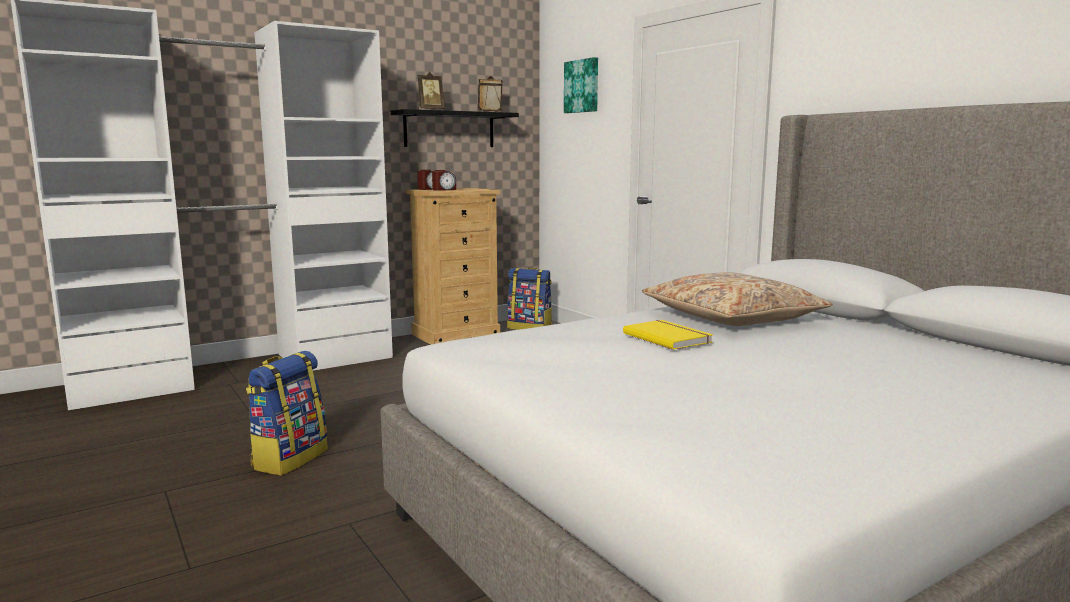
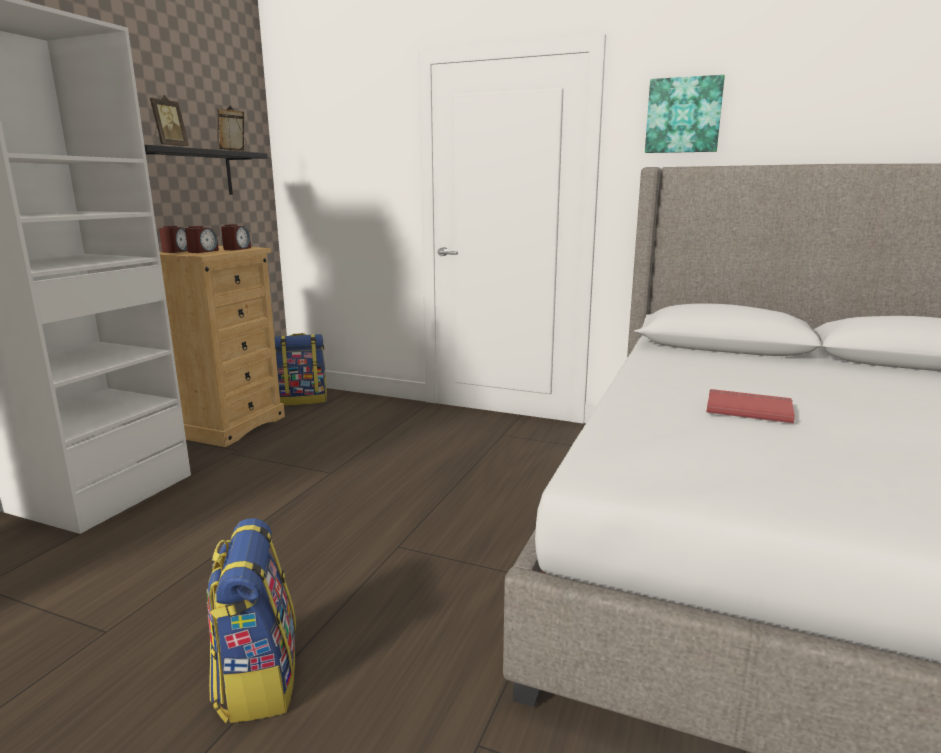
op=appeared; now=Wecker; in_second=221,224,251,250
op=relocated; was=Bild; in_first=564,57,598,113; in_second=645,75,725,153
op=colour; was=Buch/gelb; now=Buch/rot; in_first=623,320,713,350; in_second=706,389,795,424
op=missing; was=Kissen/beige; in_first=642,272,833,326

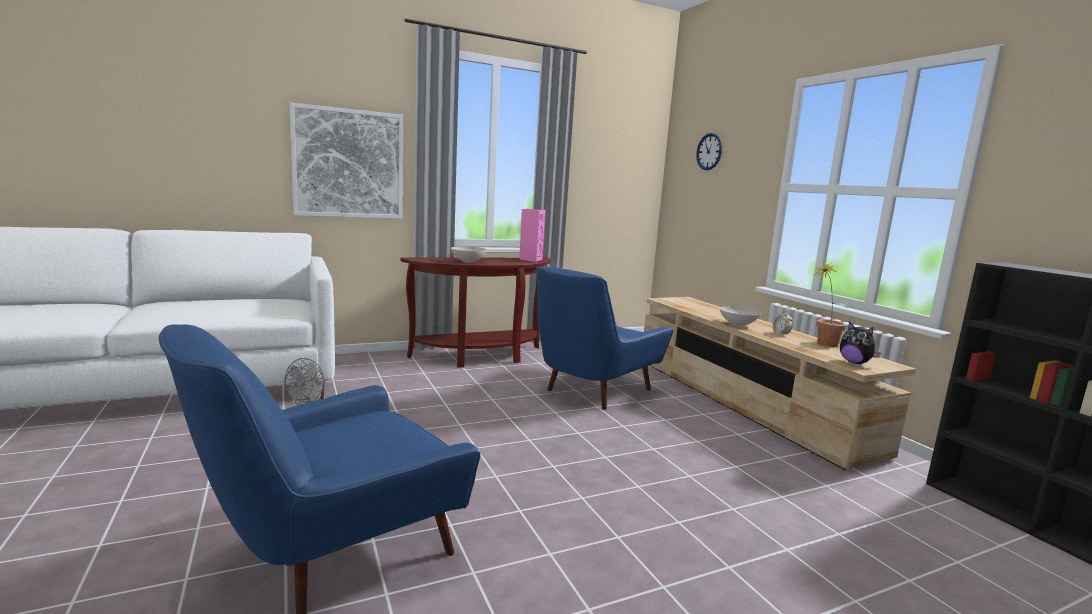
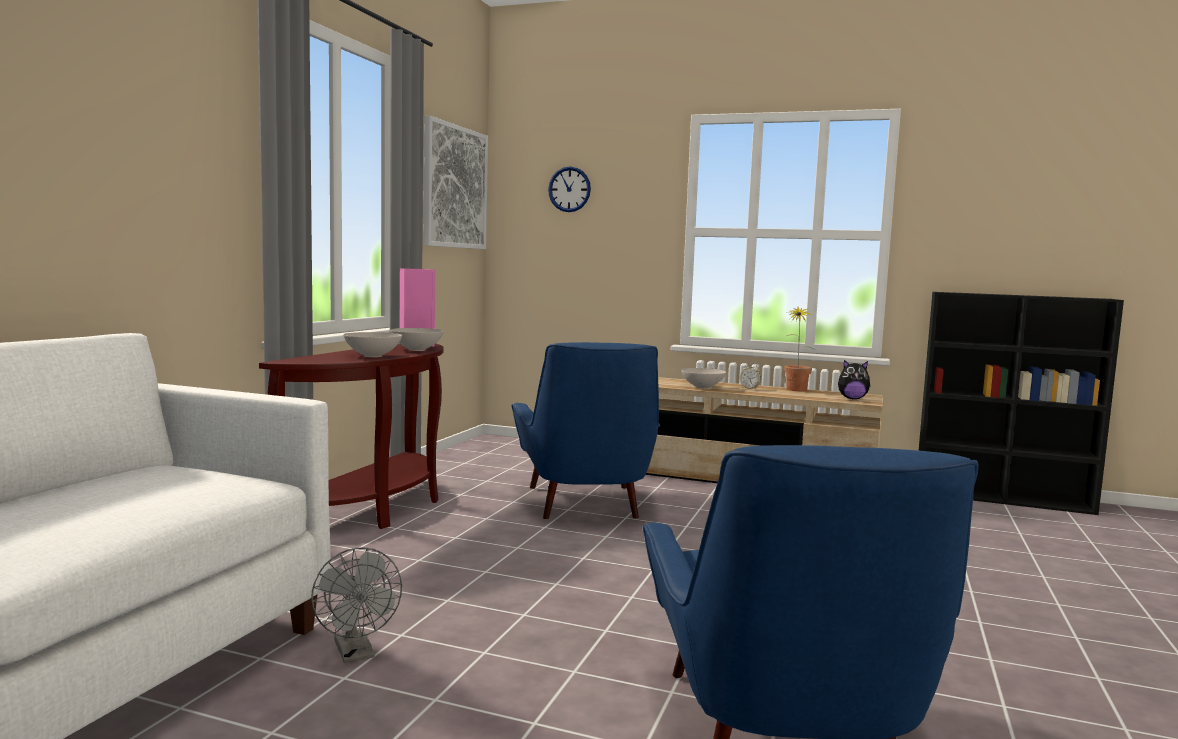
op=appeared; now=Schüssel/weiß; in_second=390,328,444,351
op=relocated; was=Bild; in_first=290,103,403,219; in_second=423,115,488,249

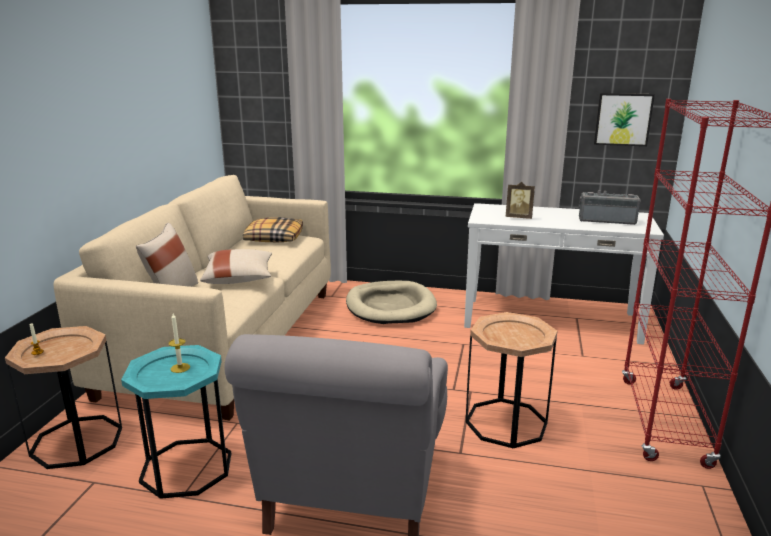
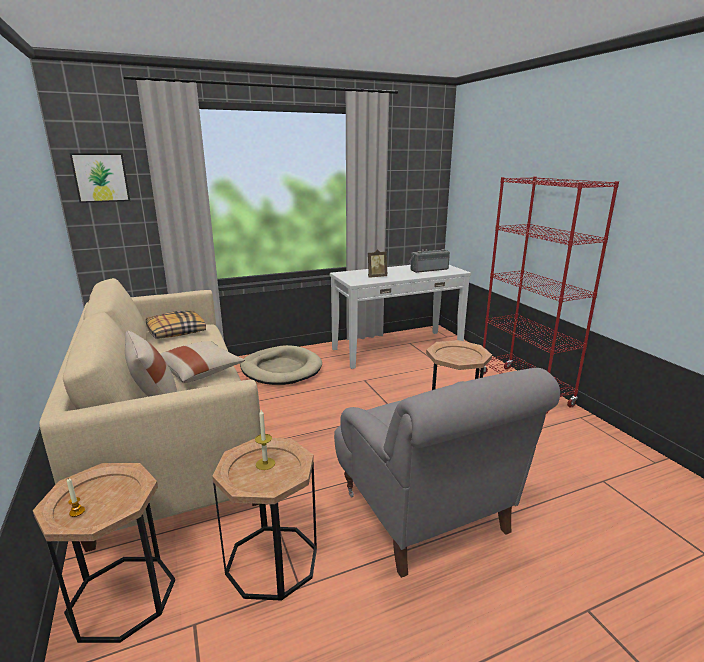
op=relocated; was=Bild; in_first=594,93,655,146; in_second=70,153,131,203
op=colour; was=Beistelltisch/türkis; now=Beistelltisch/braun; in_first=121,345,231,499; in_second=212,438,317,600

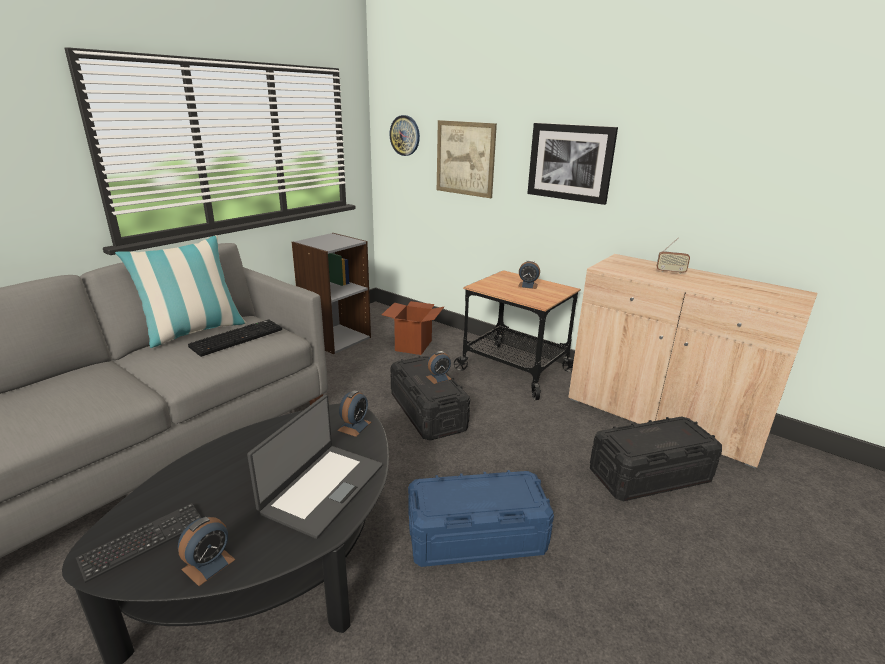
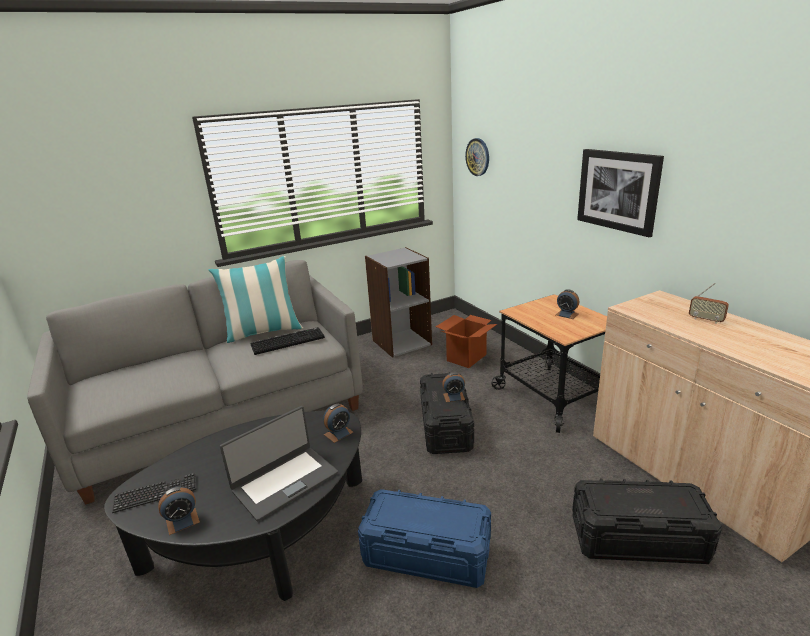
op=missing; was=Bild; in_first=437,120,497,198

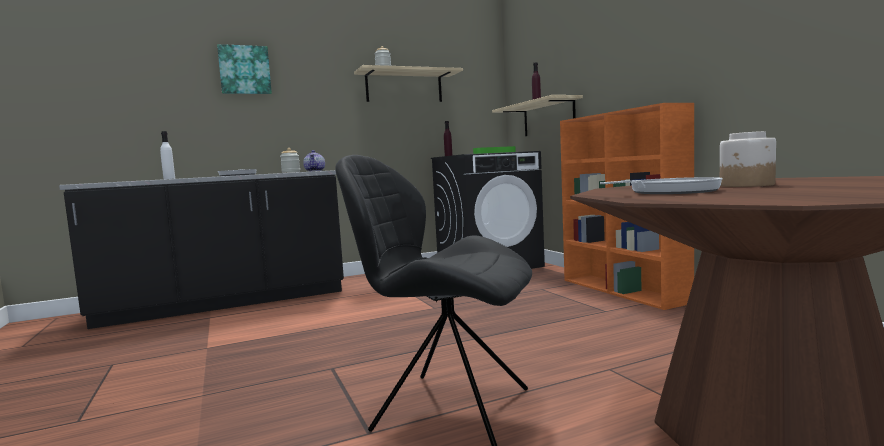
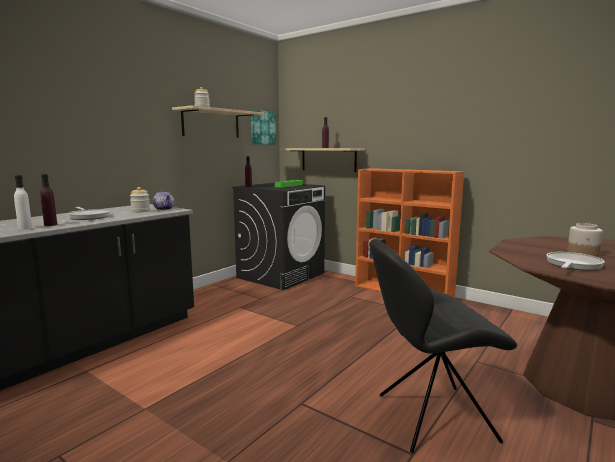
op=appeared; now=Flasche/lila; in_second=40,174,57,226
op=relocated; was=Bild; in_first=217,44,272,94; in_second=251,110,276,145

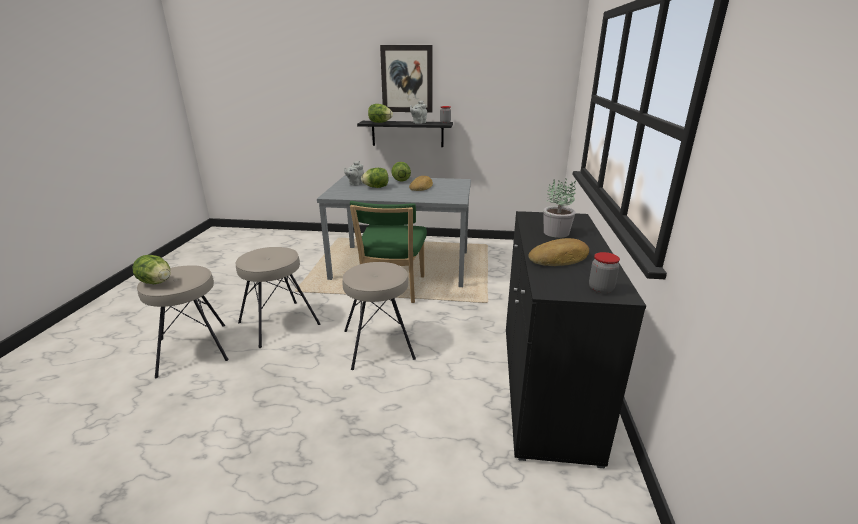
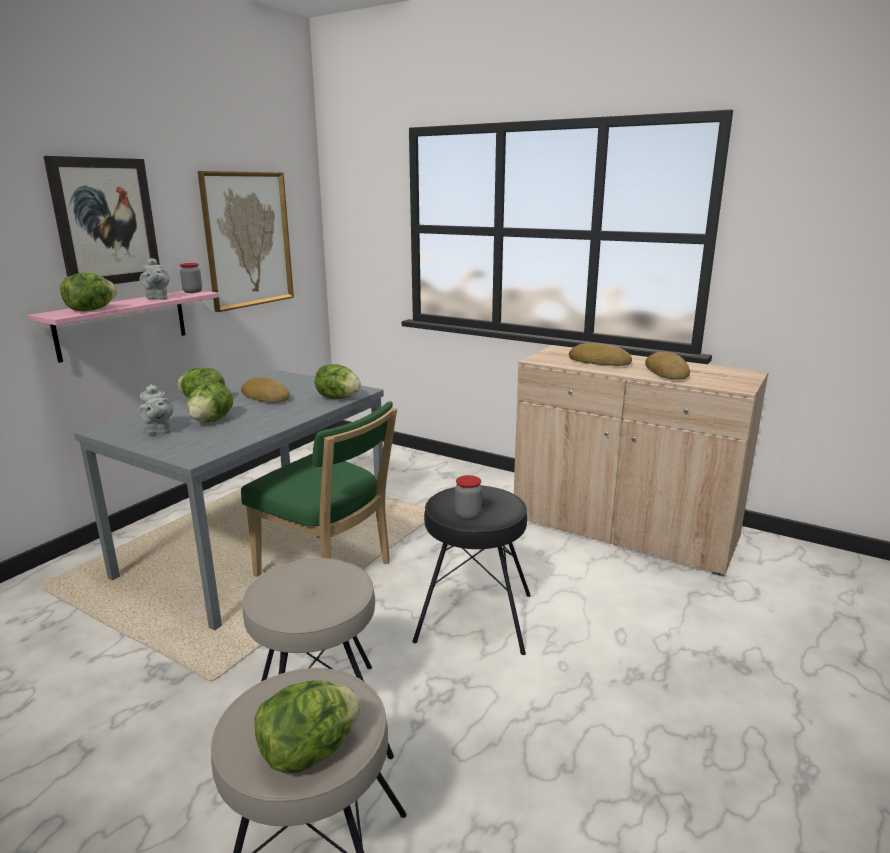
op=colour; was=Wandregal/schwarz; now=Wandregal/rosa; in_first=357,121,453,147; in_second=28,291,219,363
op=appeared; now=Bild; in_second=198,171,294,312
op=appeared; now=Salatkopf; in_second=315,364,361,399
op=colour; was=Hocker/beige; now=Hocker/schwarz; in_first=343,262,416,370; in_second=412,485,531,655
op=relocated; was=Vorratsglas; in_first=589,252,620,294; in_second=455,475,482,520
op=colour; was=Schrank/schwarz; now=Schrank/beige; in_first=506,211,646,469; in_second=514,345,769,577
op=exchanged; was=Topfpflanze; now=Brot; in_first=543,178,576,238; in_second=569,343,632,366

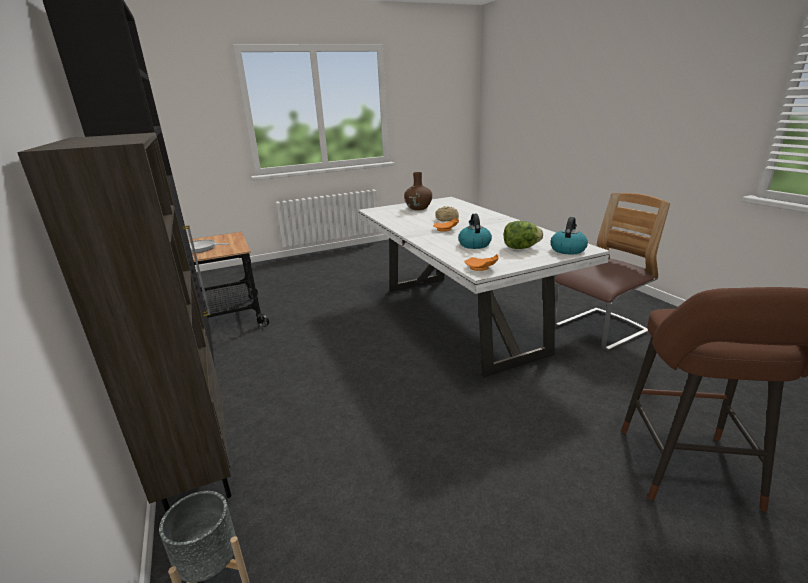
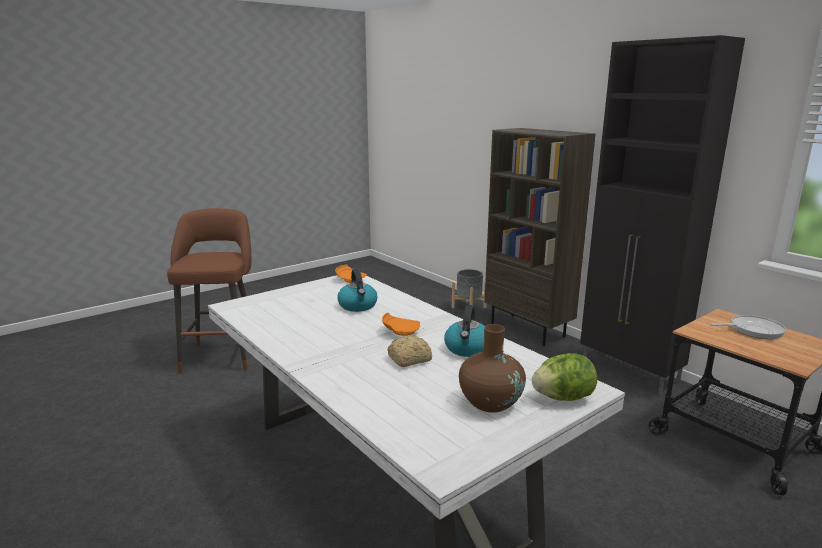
op=relocated; was=Wasserkessel; in_first=550,217,588,254; in_second=444,305,485,357
op=relocated; was=Salatkopf; in_first=504,221,543,249; in_second=532,353,597,401
op=missing; was=Stuhl; in_first=555,193,670,350

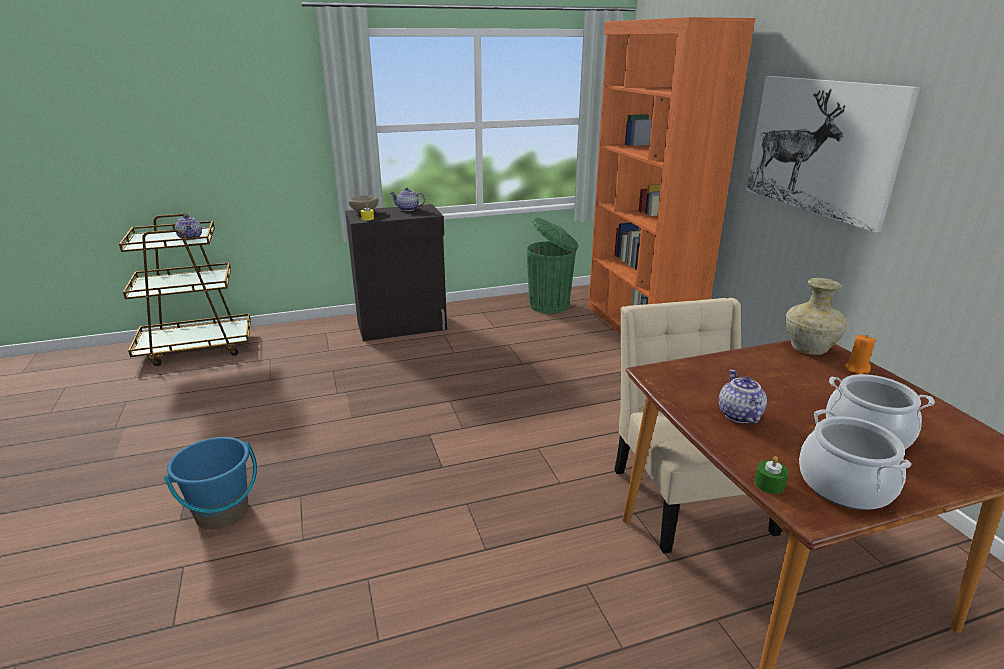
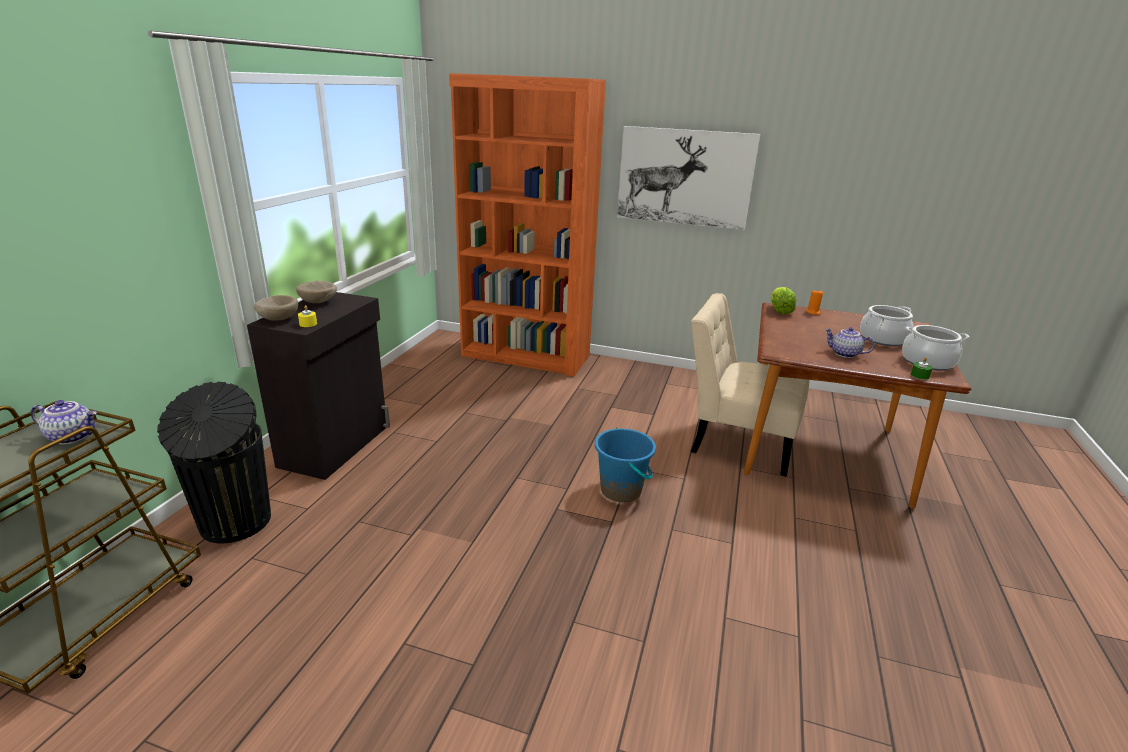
op=appeared; now=Mülleimer/schwarz; in_second=157,382,271,544
op=exchanged; was=Teekanne; now=Schüssel/beige; in_first=391,188,425,211; in_second=296,280,337,303
op=relocated; was=Eimer/blau; in_first=164,437,257,529; in_second=595,428,656,502
op=exchanged; was=Vase/beige; now=Salatkopf; in_first=785,278,847,355; in_second=771,287,796,314
op=missing; was=Mülleimer/grün; in_first=527,218,579,314

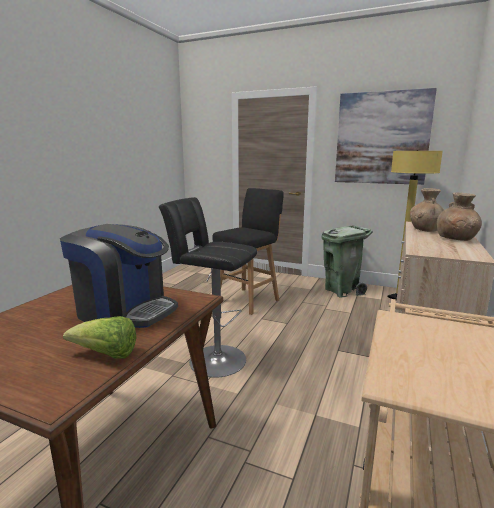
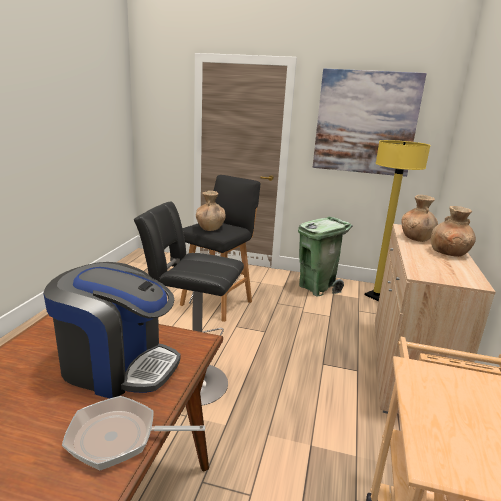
op=exchanged; was=Salatkopf; now=Pfanne; in_first=63,316,137,359; in_second=62,396,205,470
op=appeared; now=Vase/braun; in_second=196,191,226,231

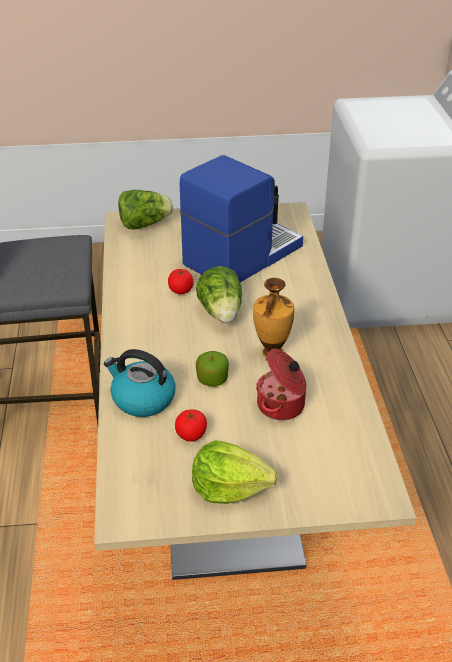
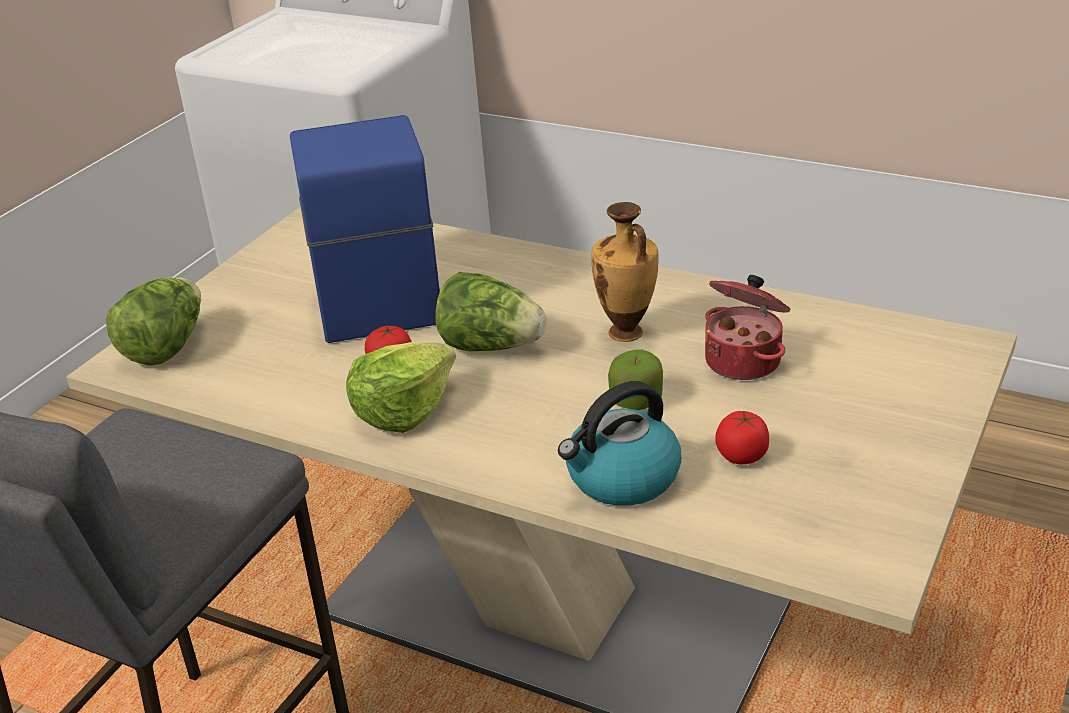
op=relocated; was=Salatkopf; in_first=192,440,278,504; in_second=346,341,456,433

